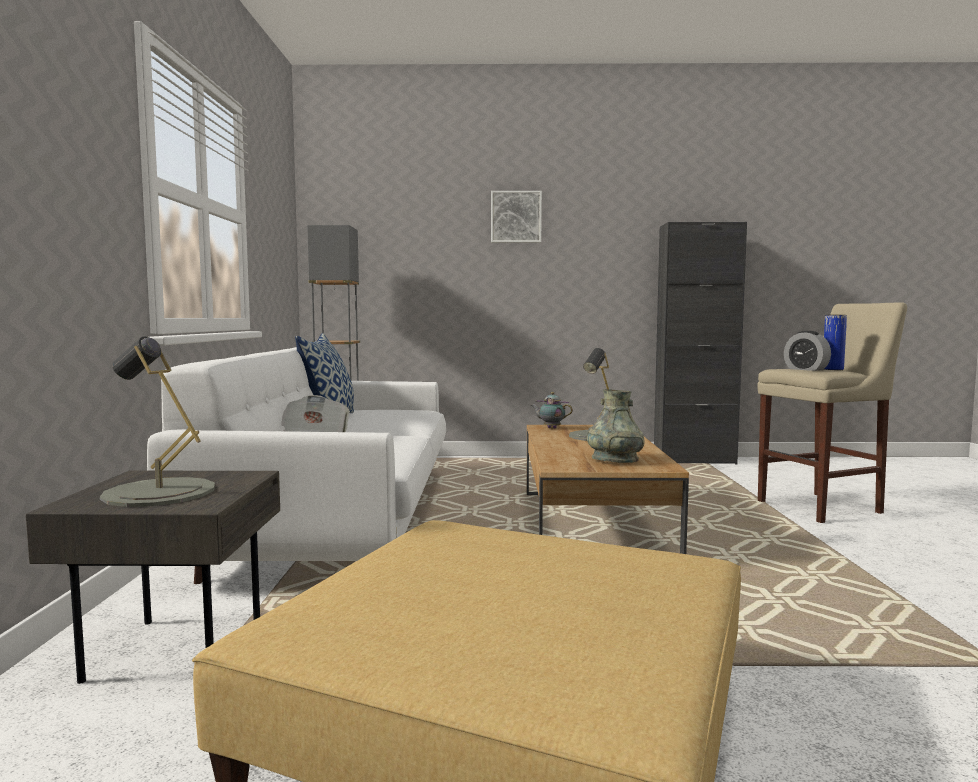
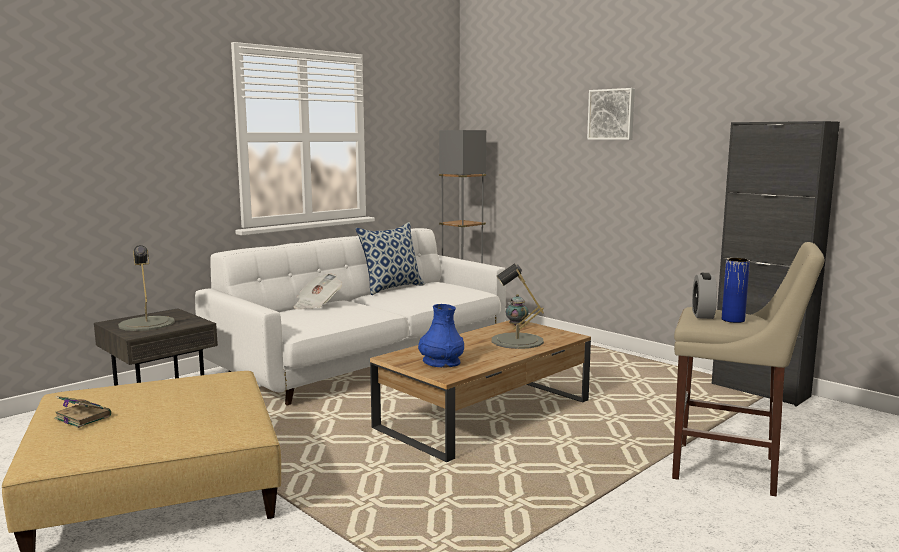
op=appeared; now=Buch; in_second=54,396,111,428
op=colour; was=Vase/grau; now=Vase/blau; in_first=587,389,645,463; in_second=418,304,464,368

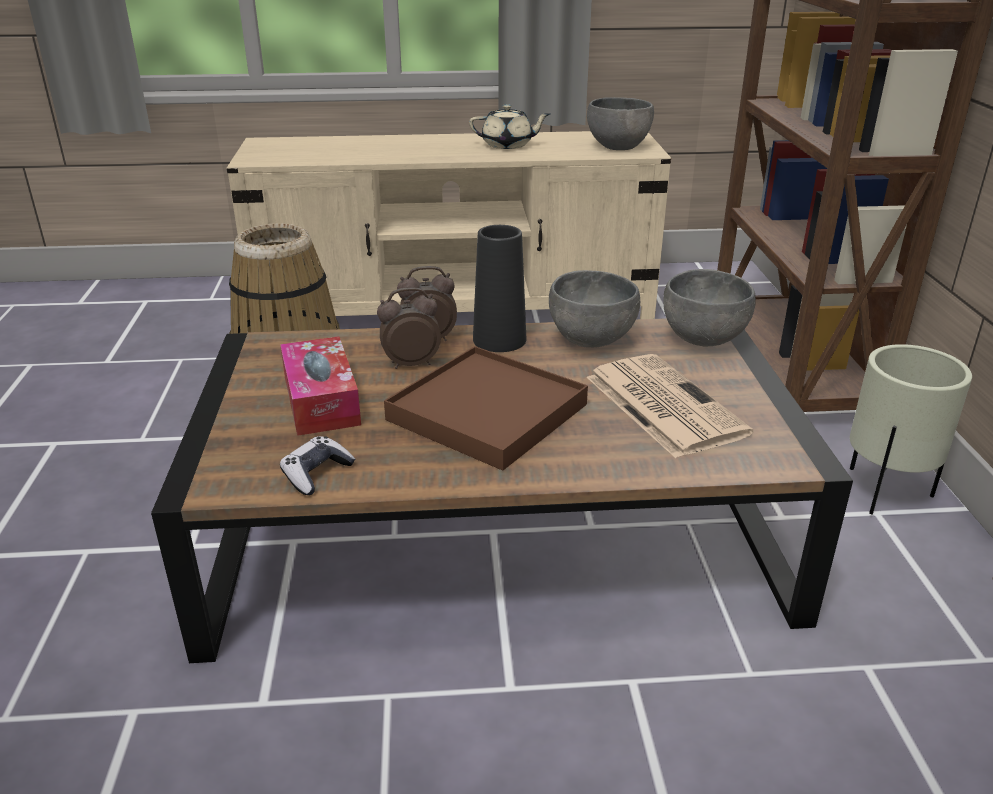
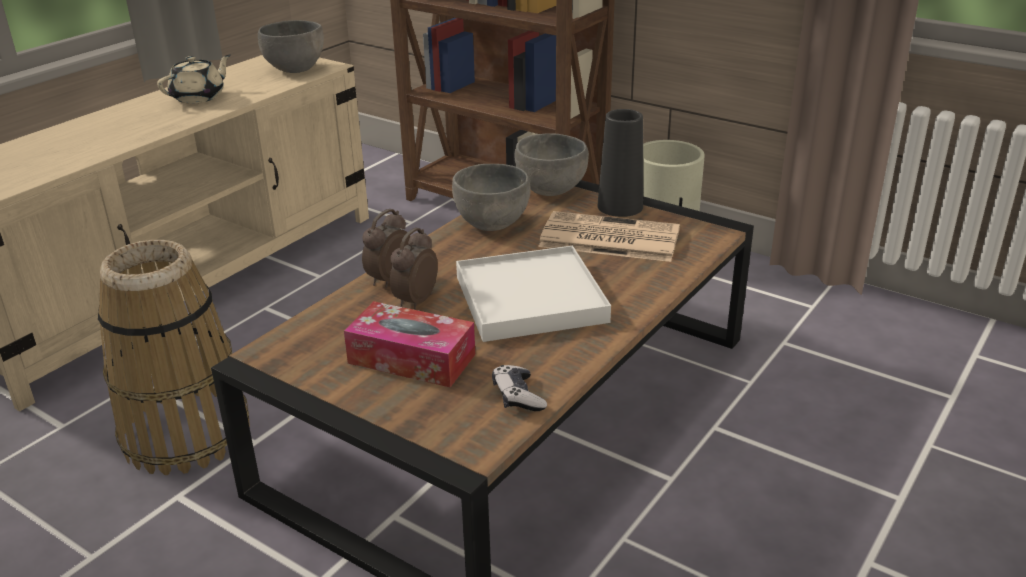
op=colour; was=Tablett/braun; now=Tablett/weiß; in_first=384,346,588,471; in_second=456,246,611,342
op=relocated; was=Vase/schwarz; in_first=473,225,526,352; in_second=598,109,643,217

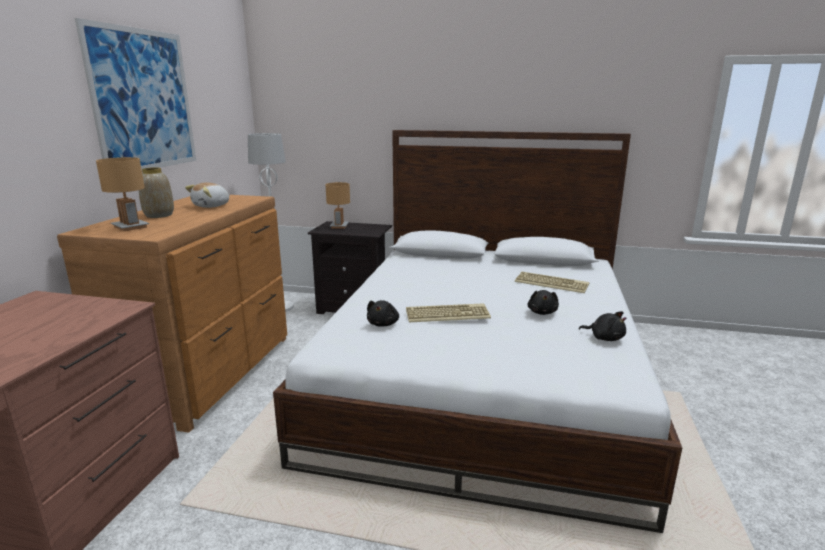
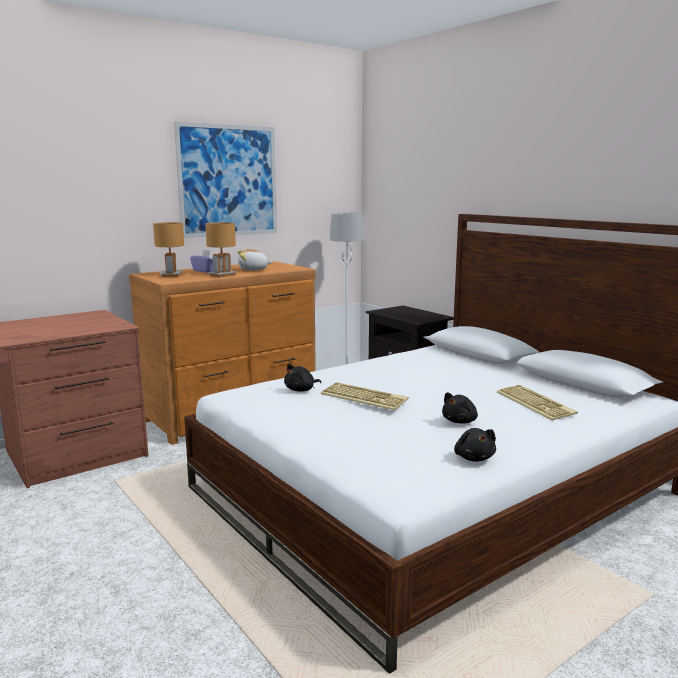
op=exchanged; was=Vase; now=Taschentuchbox/lila; in_first=139,167,174,218; in_second=190,250,214,273
op=relocated; was=Tischlampe/braun; in_first=325,182,350,229; in_second=205,222,237,277

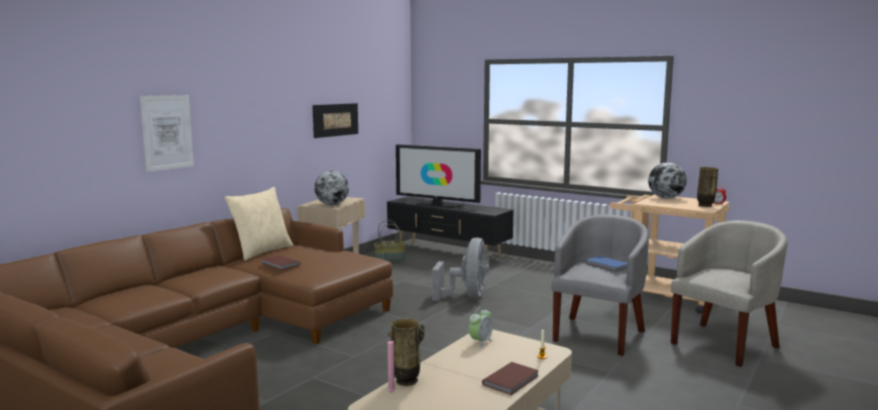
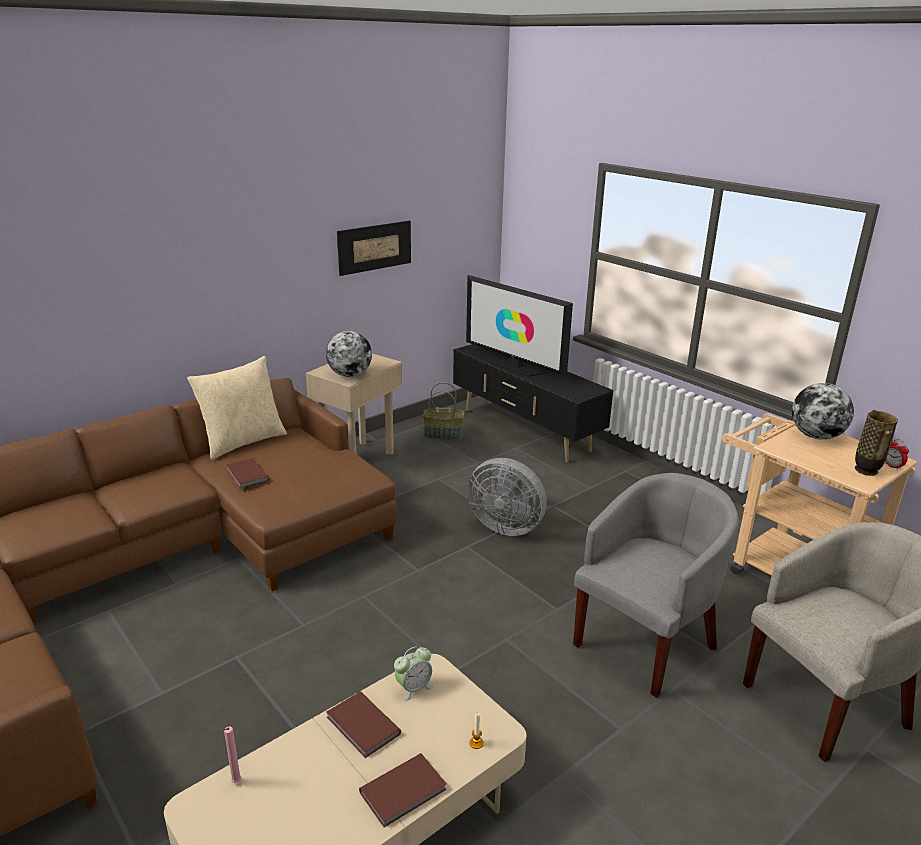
op=appeared; now=Buch/braun; in_second=326,691,401,758
op=spun; was=Ventilator/grau; in_first=432,238,489,301; in_second=467,458,547,536; clockwise=90
op=missing; was=Bild; in_first=140,95,194,172
op=missing; was=Vase; in_first=388,318,425,386
op=missing; was=Buch/blau; in_first=586,256,627,272

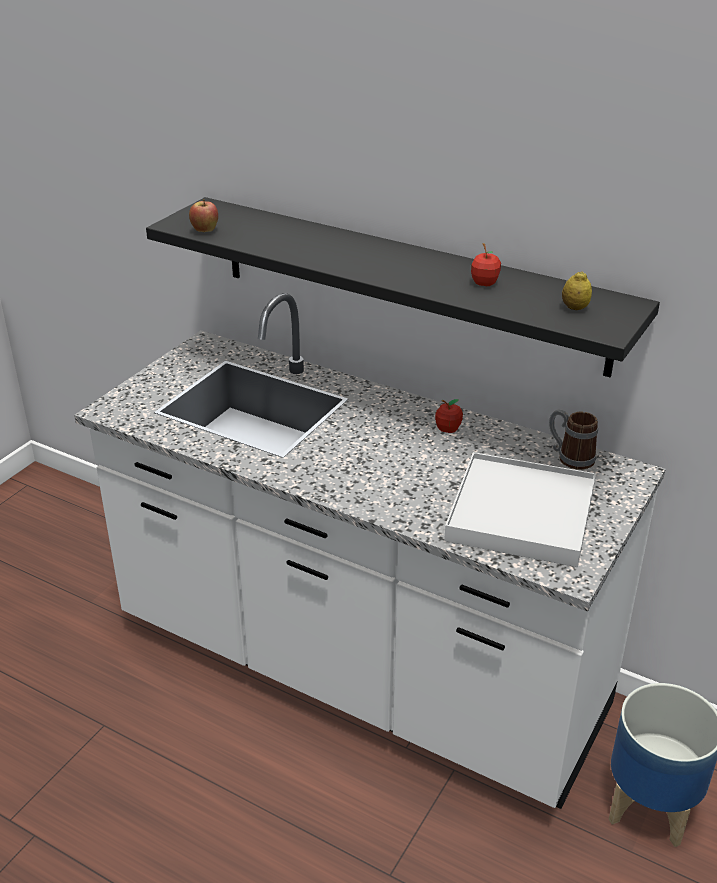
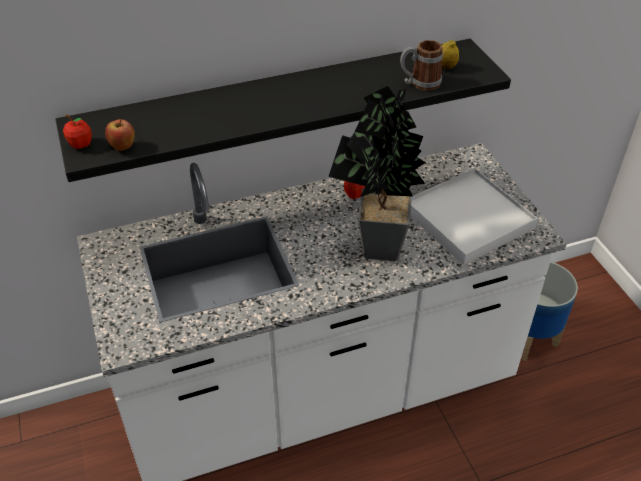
op=relocated; was=Apfel; in_first=471,243,501,286; in_second=63,114,92,149
op=appeared; now=Topfpflanze; in_second=328,86,426,261
op=relocated; was=Henkelbecher; in_first=549,409,598,470; in_second=400,40,443,90

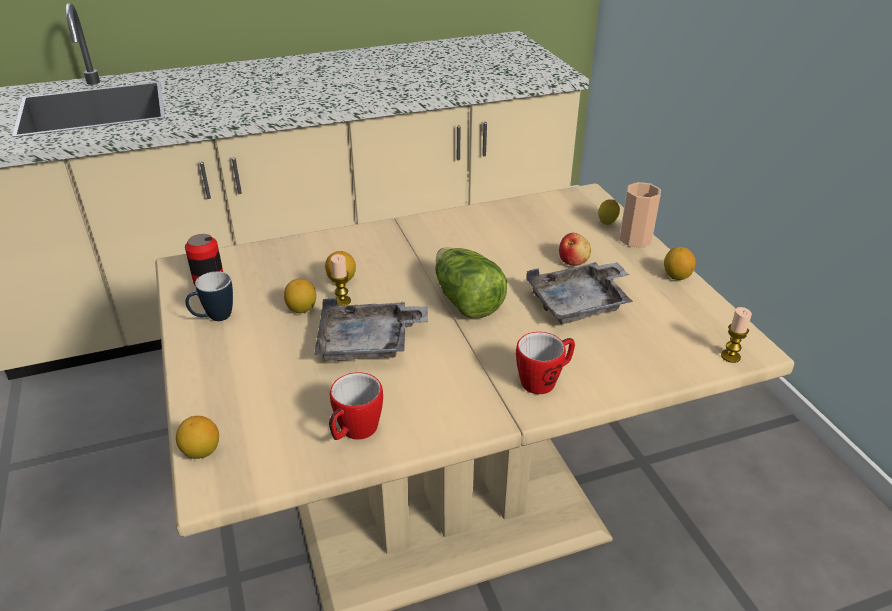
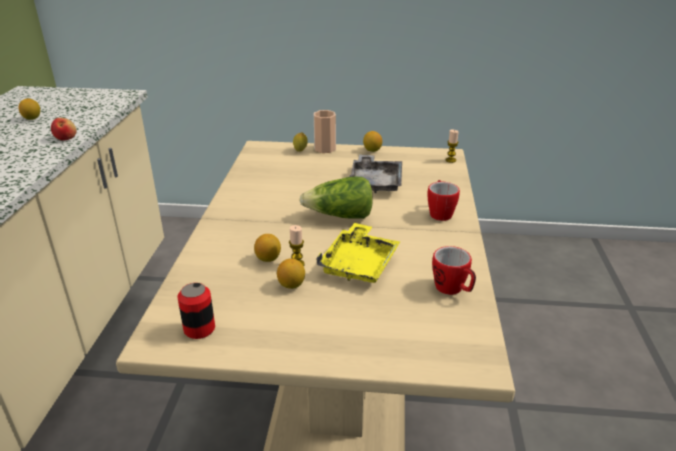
op=relocated; was=Zitrone; in_first=176,416,219,459; in_second=19,99,40,120
op=relocated; was=Apfel; in_first=559,233,591,266; in_second=51,118,77,141
op=colour; was=Tablett/grau; now=Tablett/gelb; in_first=314,298,428,361; in_second=316,223,400,283
op=missing; was=Henkelbecher; in_first=185,271,233,321

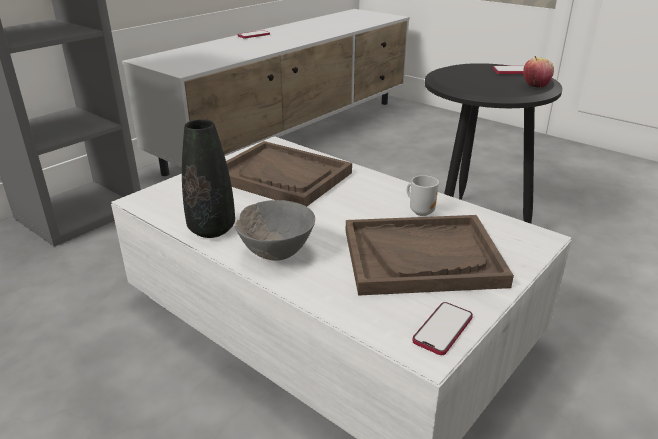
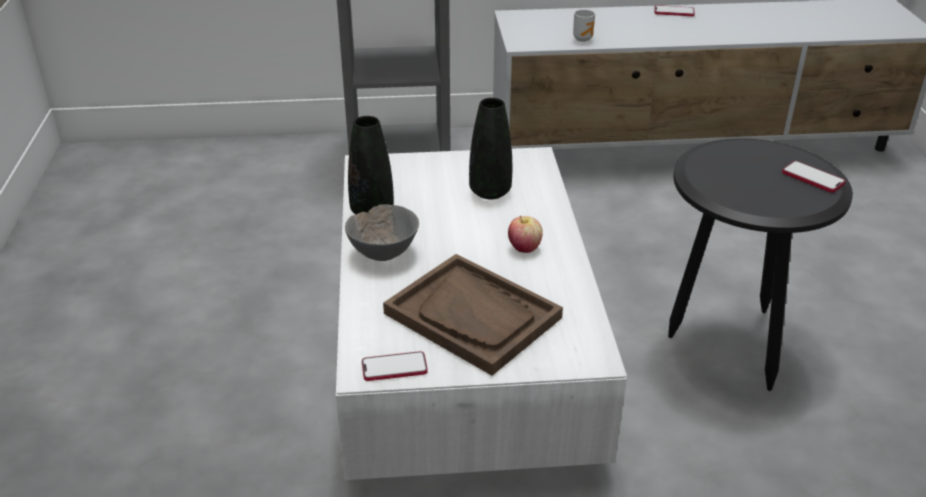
op=exchanged; was=Tablett/braun; now=Vase/schwarz; in_first=226,141,352,207; in_second=469,98,512,199
op=relocated; was=Apfel; in_first=523,56,554,88; in_second=508,215,543,253
op=relocated; was=Henkelbecher; in_first=407,175,439,216; in_second=573,10,595,42

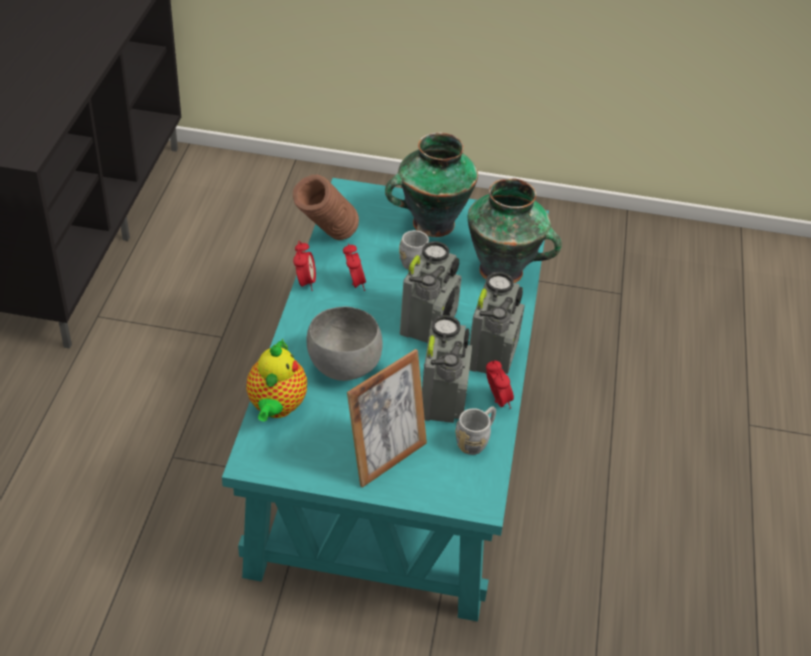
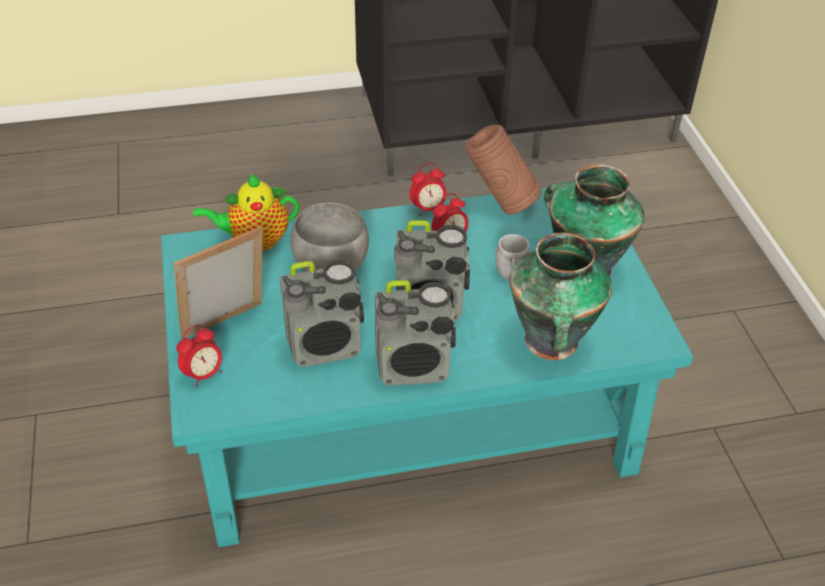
op=spun; was=Bilderrahmen; in_first=347,349,427,488; in_second=173,226,263,340; clockwise=120
op=relocated; was=Wecker; in_first=486,361,514,409; in_second=176,325,222,388
op=missing; was=Henkelbecher/grau; in_first=455,406,496,455

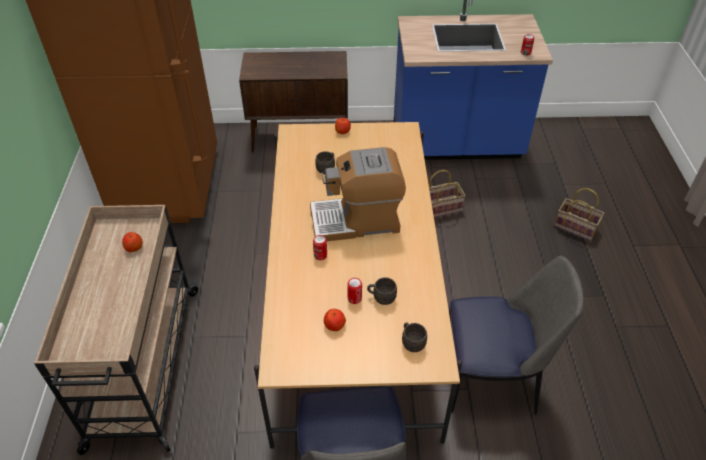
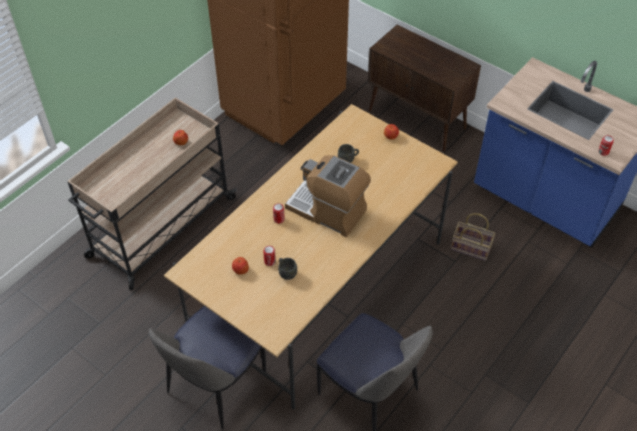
op=missing; was=Henkelbecher/grau; in_first=402,322,427,352
op=missing; was=Korb; in_first=554,188,604,241

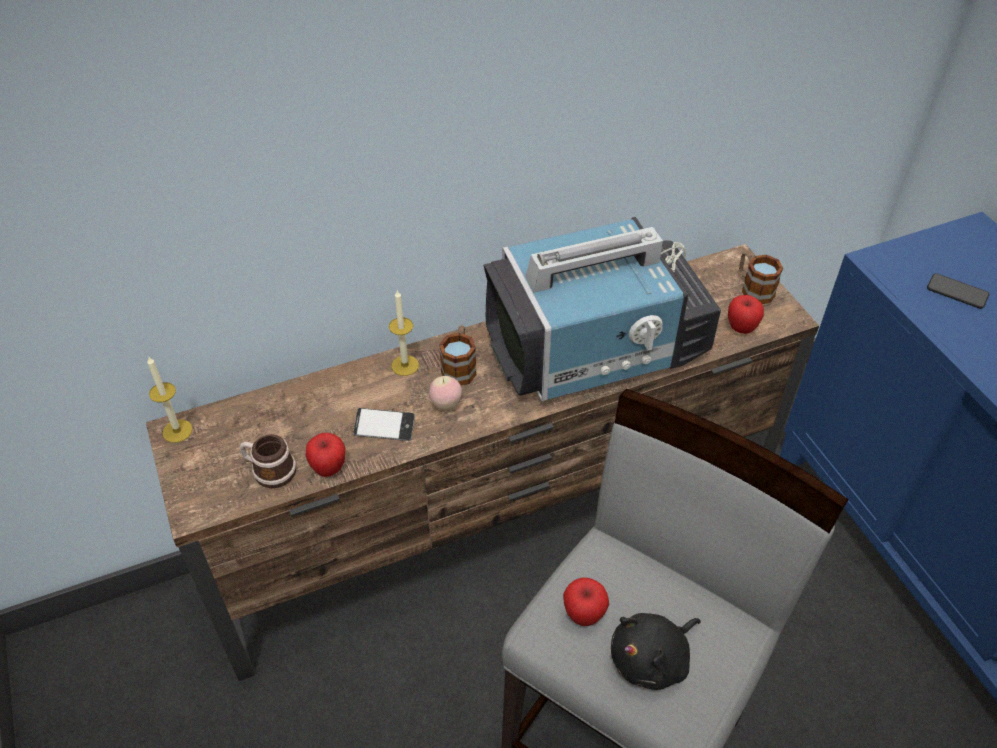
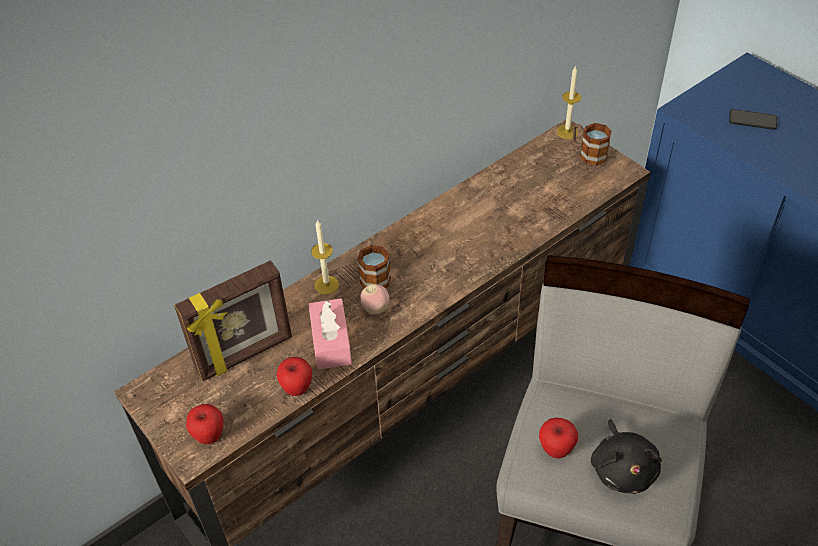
op=appeared; now=Bilderrahmen; in_second=174,260,292,381
op=relocated; was=Apfel; in_first=728,295,764,334; in_second=186,404,223,444
op=exchanged; was=Handy; now=Taschentuchbox/rosa; in_first=353,408,415,441; in_second=309,298,352,370
op=relocated; was=Kerze; in_first=147,356,192,443; in_second=557,66,581,139
op=spun; was=Plüschtier/schwarz; in_first=611,613,701,690; in_second=591,419,662,494; clockwise=-45
op=missing; was=Henkelbecher; in_first=239,434,296,488
op=missing; was=Fernseher; in_first=484,217,721,402

